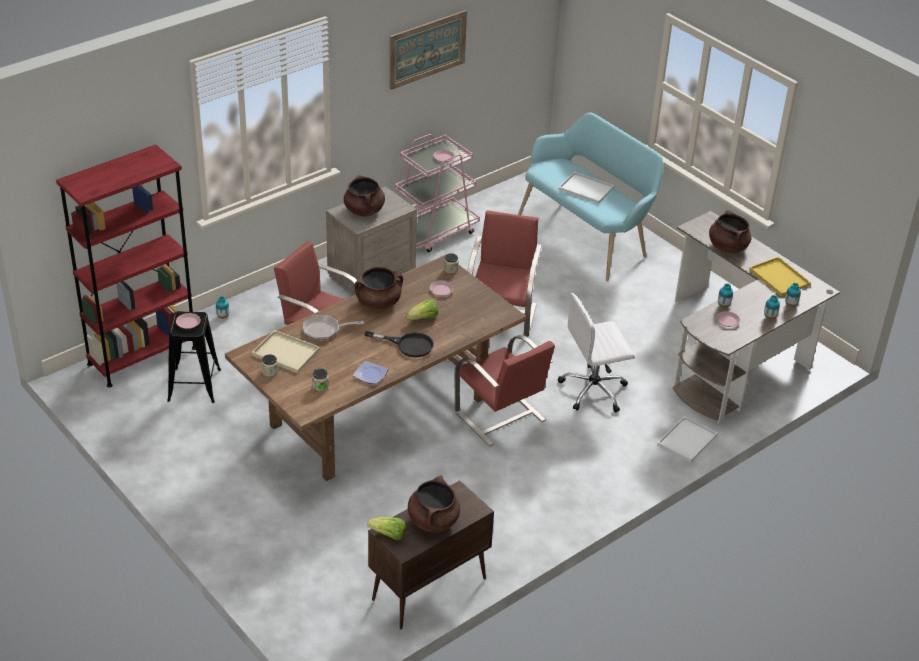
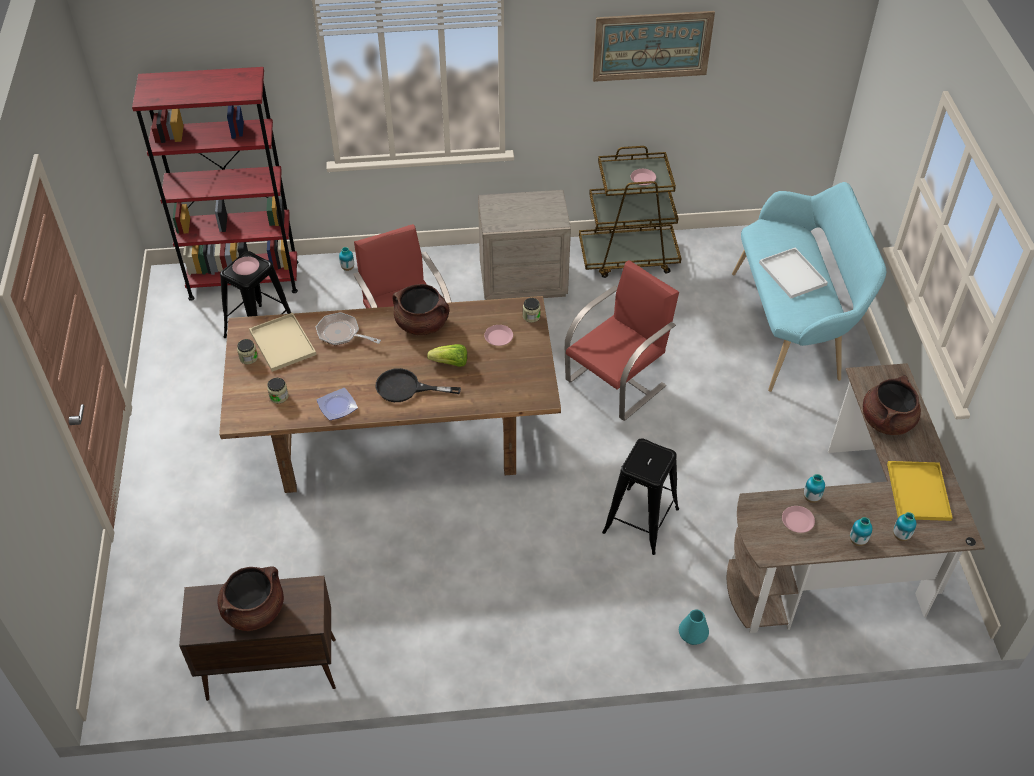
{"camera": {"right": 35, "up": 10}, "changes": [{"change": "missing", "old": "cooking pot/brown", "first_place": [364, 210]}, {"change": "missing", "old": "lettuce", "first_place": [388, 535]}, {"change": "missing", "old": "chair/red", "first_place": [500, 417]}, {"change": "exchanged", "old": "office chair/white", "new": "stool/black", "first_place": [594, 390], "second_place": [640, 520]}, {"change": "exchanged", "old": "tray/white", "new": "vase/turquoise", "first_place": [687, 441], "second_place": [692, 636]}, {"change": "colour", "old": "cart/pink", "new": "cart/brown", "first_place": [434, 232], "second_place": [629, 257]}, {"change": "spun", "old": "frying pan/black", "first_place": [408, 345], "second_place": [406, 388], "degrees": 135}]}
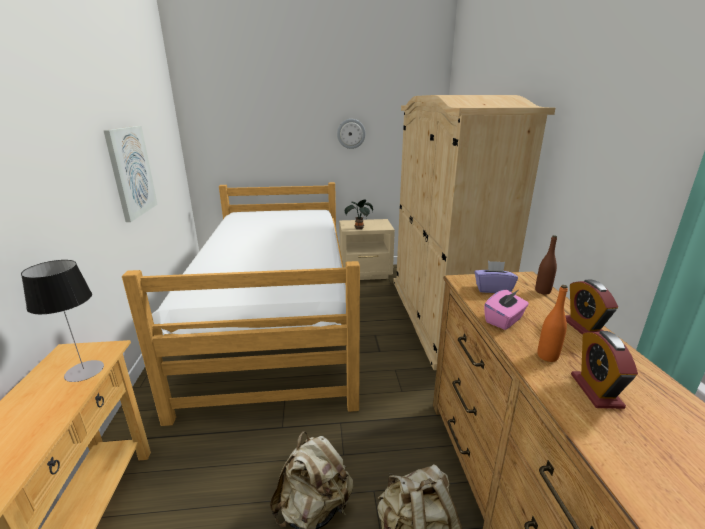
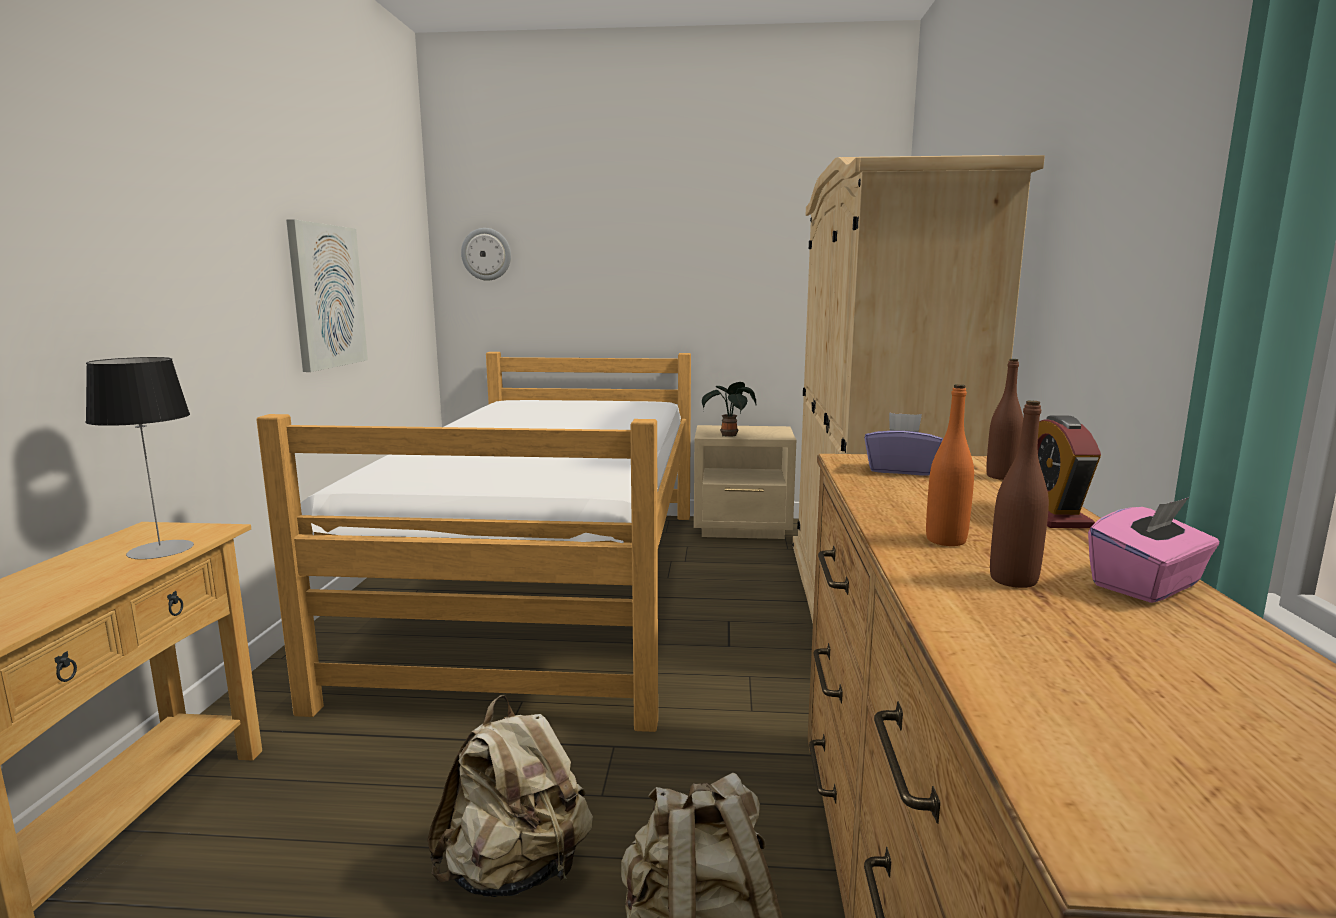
{"camera": {"right": 10, "up": -10}, "changes": [{"change": "relocated", "old": "wall clock", "first_place": [351, 133], "second_place": [486, 254]}, {"change": "relocated", "old": "tissue box/pink", "first_place": [504, 320], "second_place": [1147, 585]}, {"change": "exchanged", "old": "alarm clock", "new": "bottle/brown", "first_place": [596, 391], "second_place": [1013, 580]}]}
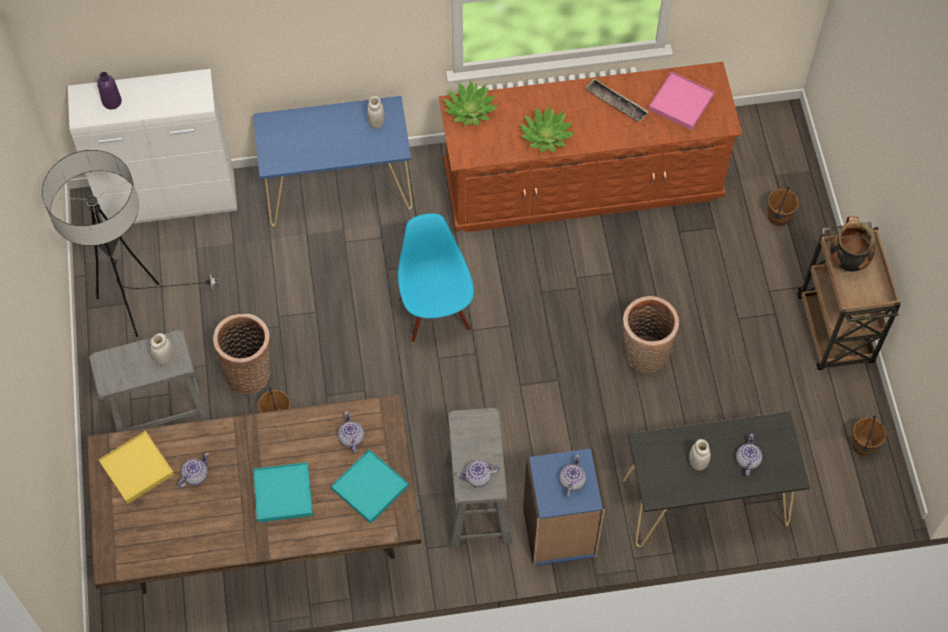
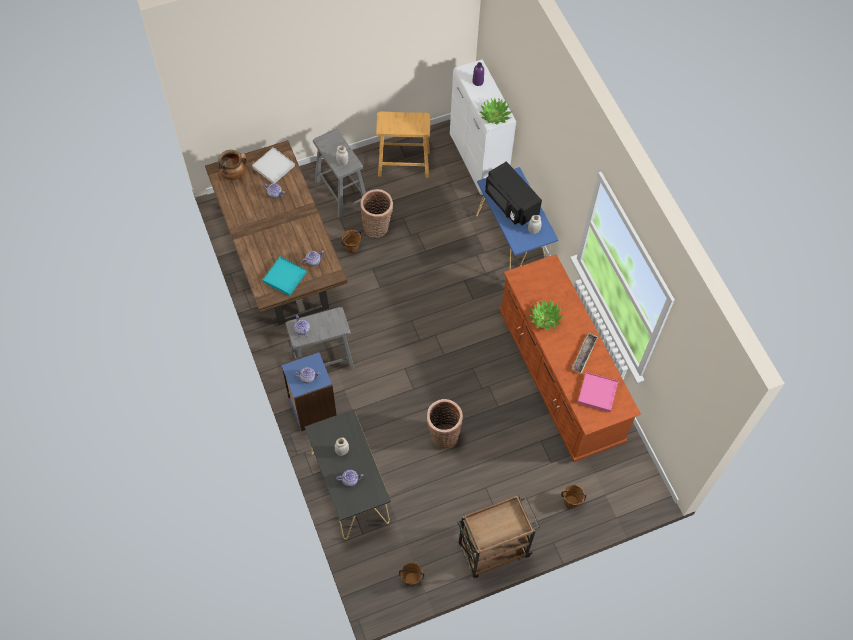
{"camera": {"right": 75, "up": 0}, "changes": [{"change": "missing", "old": "tray/turquoise", "first_place": [283, 493]}, {"change": "missing", "old": "chair/blue", "first_place": [436, 314]}, {"change": "appeared", "new": "microwave/black", "second_place": [510, 203]}, {"change": "relocated", "old": "potted plant", "first_place": [470, 110], "second_place": [495, 115]}, {"change": "relocated", "old": "cooking pot", "first_place": [847, 260], "second_place": [234, 174]}, {"change": "exchanged", "old": "floor lamp", "new": "stool/beige", "first_place": [136, 307], "second_place": [404, 163]}, {"change": "colour", "old": "tray/yellow", "new": "tray/white", "first_place": [136, 468], "second_place": [273, 166]}]}
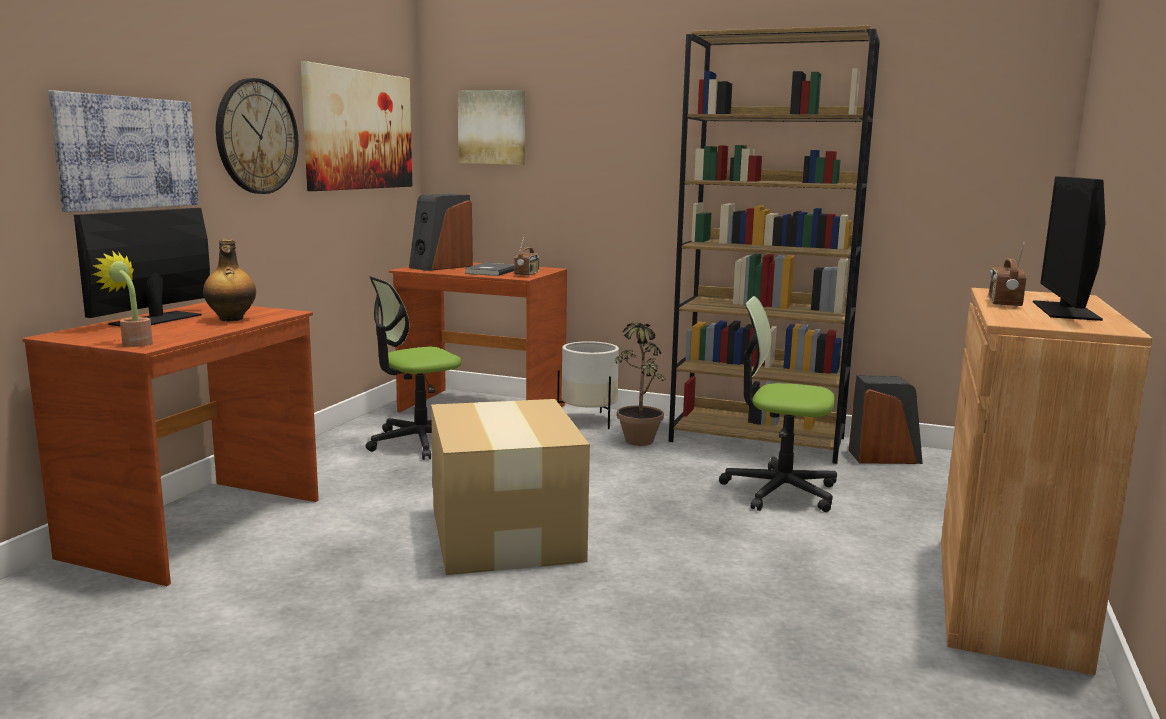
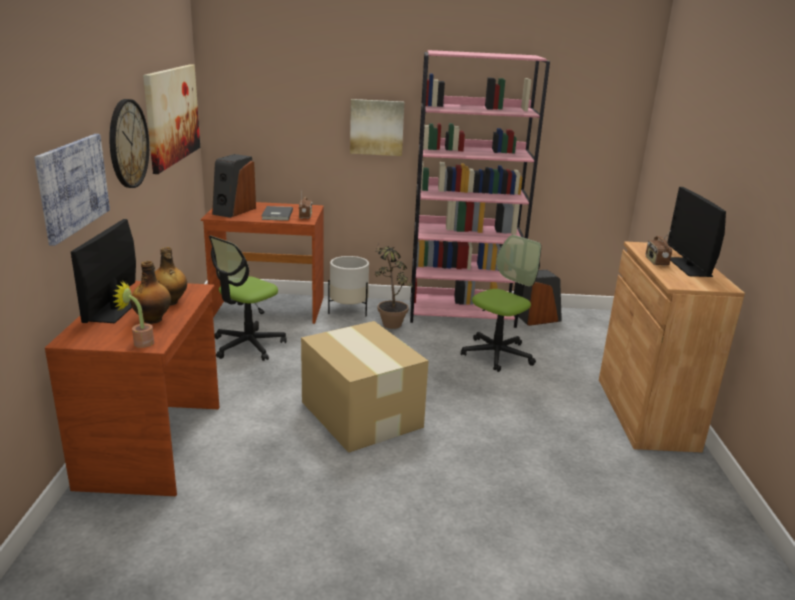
{"camera": {"right": -20, "up": 10}, "changes": [{"change": "appeared", "new": "bottle", "second_place": [153, 319]}, {"change": "relocated", "old": "picture", "first_place": [492, 127], "second_place": [377, 127]}, {"change": "colour", "old": "bookcase/brown", "new": "bookcase/pink", "first_place": [758, 440], "second_place": [462, 314]}, {"change": "spun", "old": "office chair", "first_place": [780, 491], "second_place": [497, 354], "degrees": 135}]}
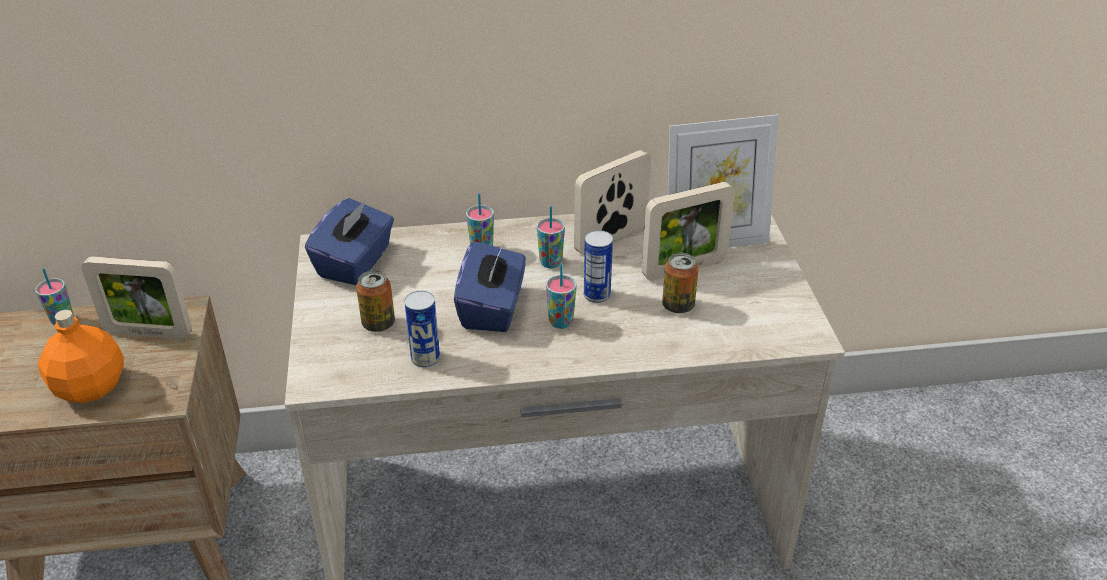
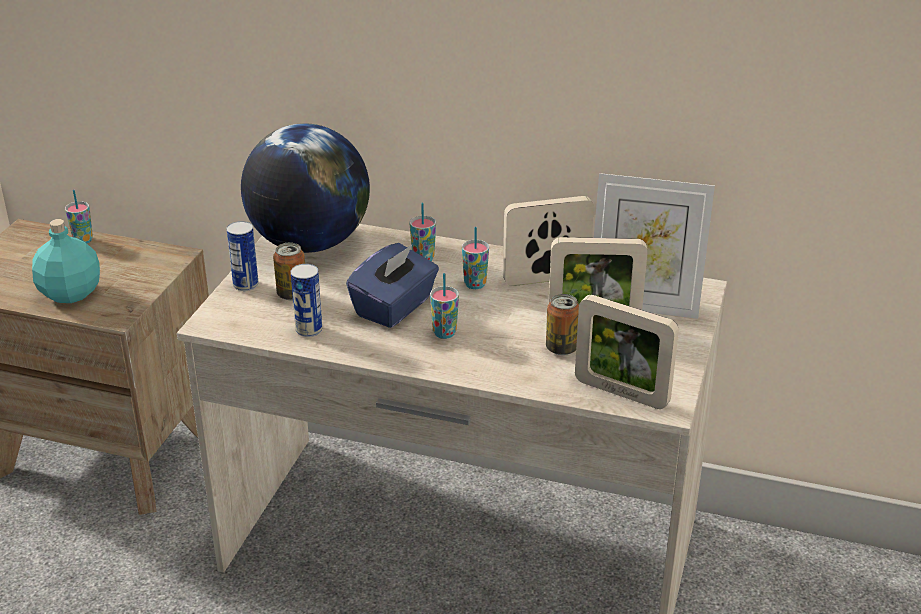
{"camera": {"right": 25, "up": -5}, "changes": [{"change": "relocated", "old": "picture frame", "first_place": [148, 333], "second_place": [621, 393]}, {"change": "relocated", "old": "can", "first_place": [596, 295], "second_place": [246, 285]}, {"change": "exchanged", "old": "tissue box/blue", "new": "globe", "first_place": [355, 263], "second_place": [309, 244]}, {"change": "colour", "old": "bottle/orange", "new": "bottle/turquoise", "first_place": [91, 388], "second_place": [70, 294]}]}
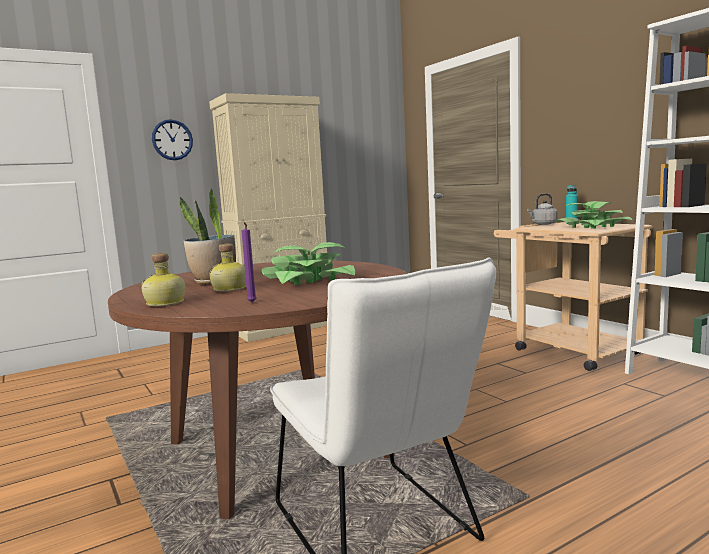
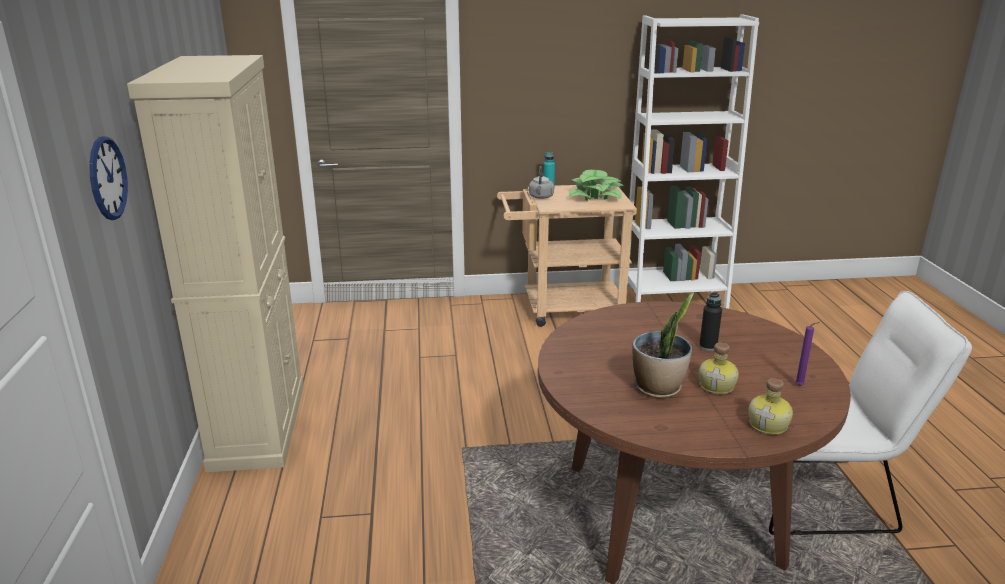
{"camera": {"right": -65, "up": 15}, "changes": [{"change": "exchanged", "old": "potted plant", "new": "bottle/black", "first_place": [308, 280], "second_place": [708, 346]}]}
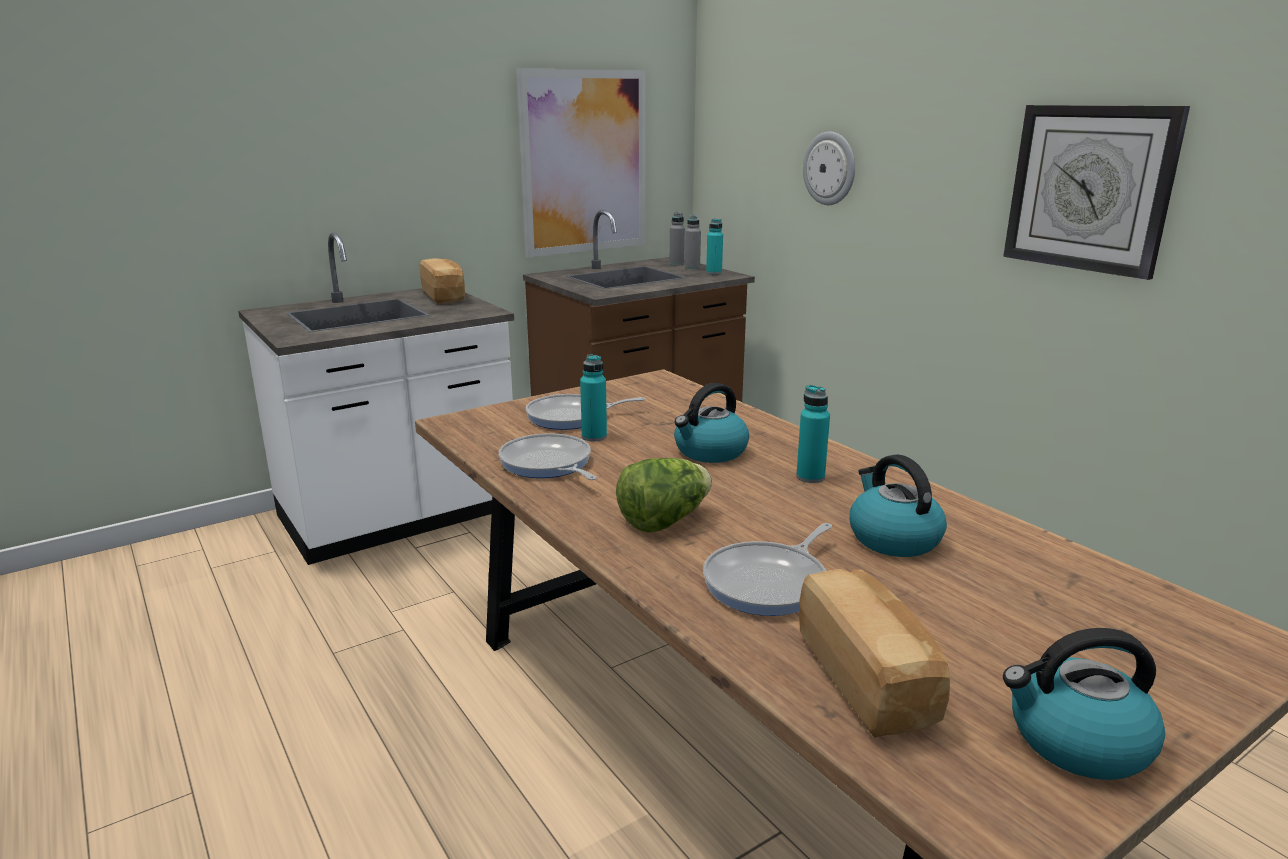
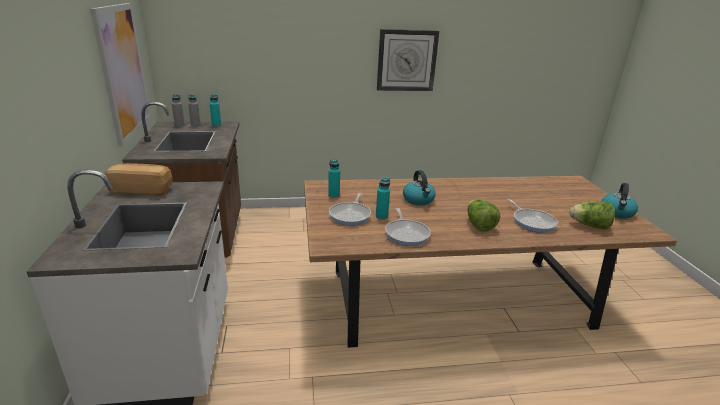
{"camera": {"right": -65, "up": 5}, "changes": [{"change": "missing", "old": "wall clock", "first_place": [830, 168]}, {"change": "missing", "old": "kettle", "first_place": [892, 538]}, {"change": "relocated", "old": "bottle/turquoise", "first_place": [810, 477], "second_place": [334, 195]}, {"change": "exchanged", "old": "bread", "new": "lettuce", "first_place": [867, 679], "second_place": [589, 226]}, {"change": "spun", "old": "frying pan", "first_place": [548, 464], "second_place": [406, 234], "degrees": -90}]}
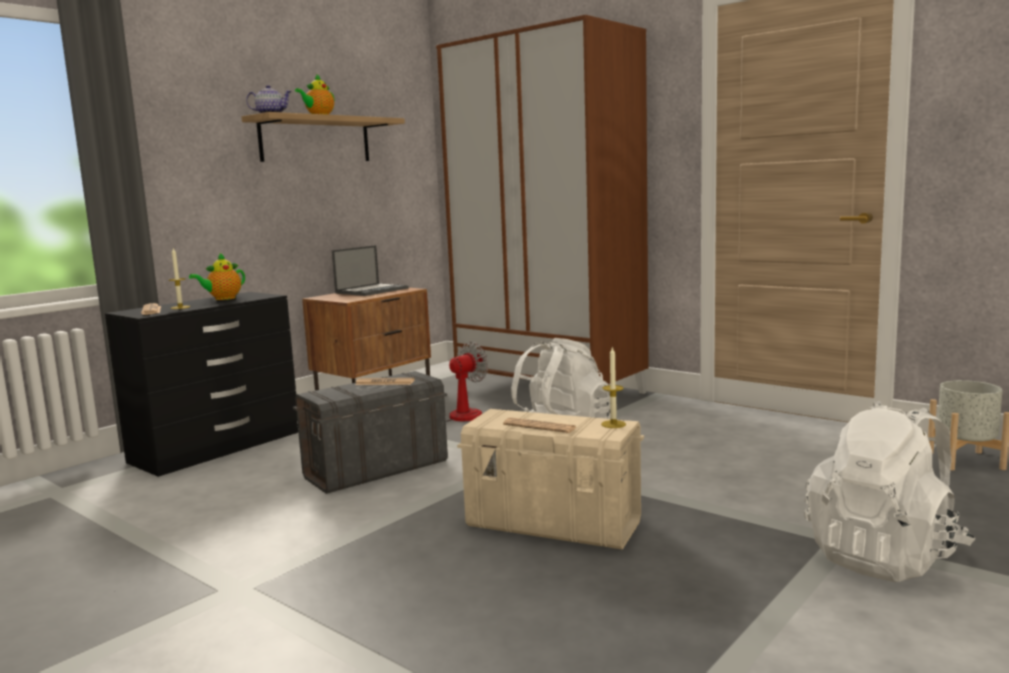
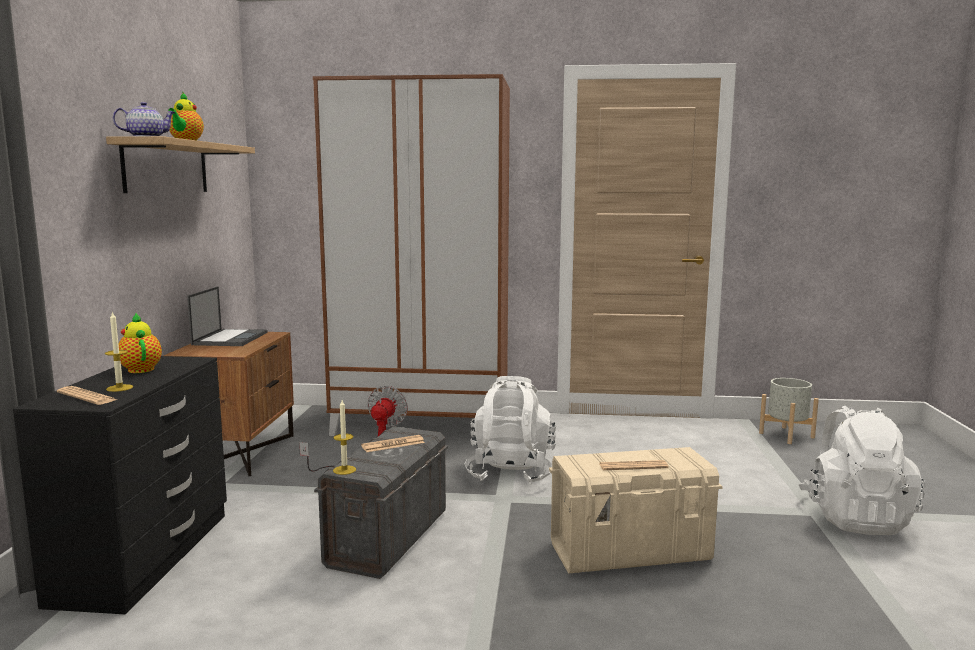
{"camera": {"right": -35, "up": 0}, "changes": [{"change": "relocated", "old": "candle", "first_place": [613, 424], "second_place": [344, 470]}, {"change": "spun", "old": "teapot", "first_place": [223, 298], "second_place": [140, 369], "degrees": 135}]}
